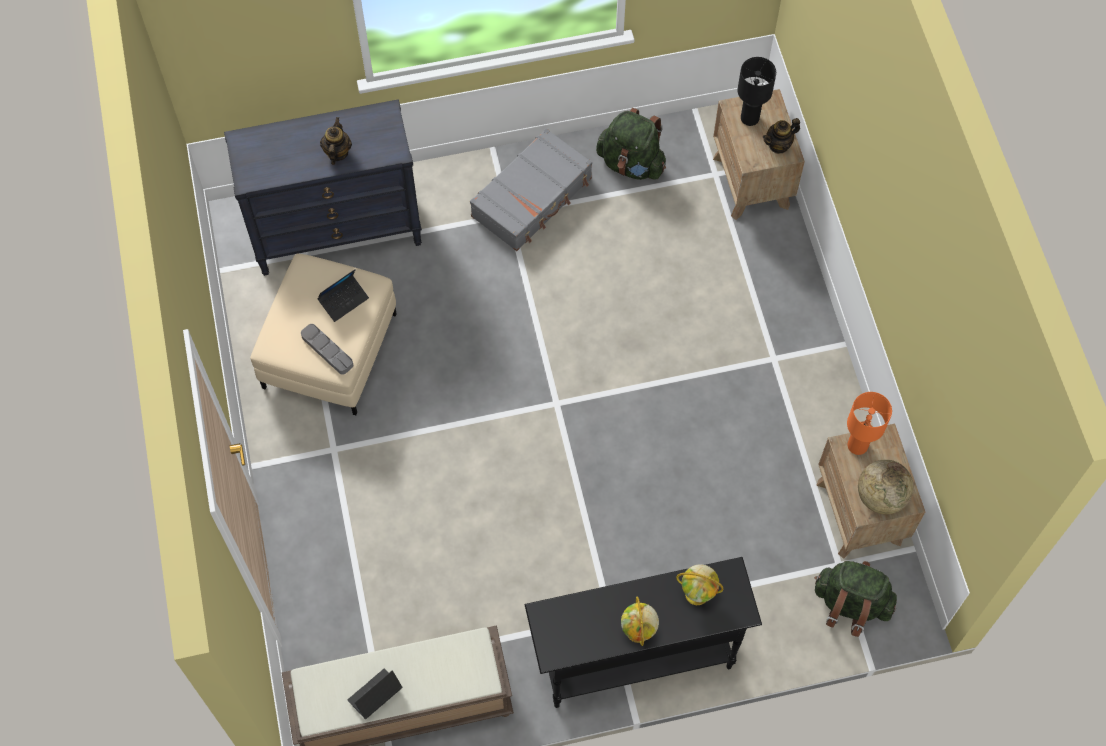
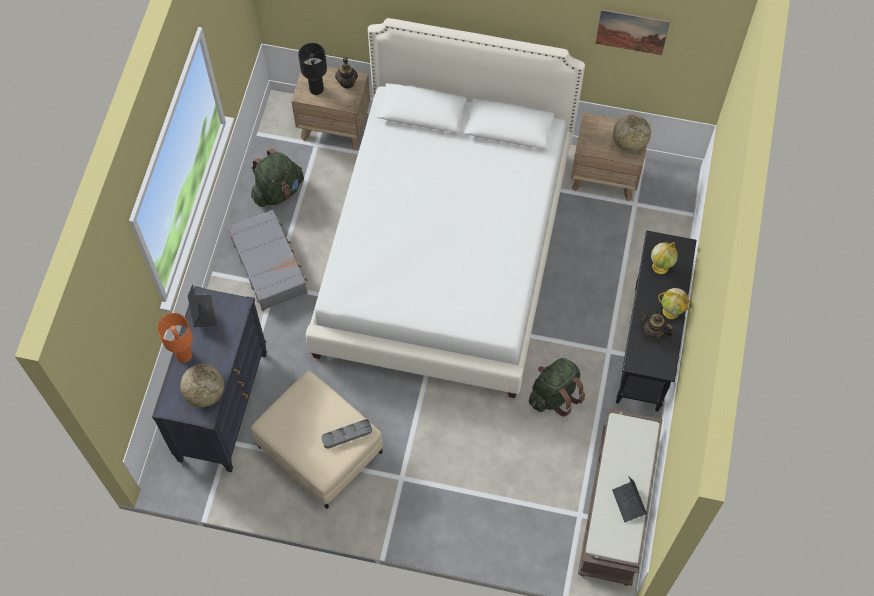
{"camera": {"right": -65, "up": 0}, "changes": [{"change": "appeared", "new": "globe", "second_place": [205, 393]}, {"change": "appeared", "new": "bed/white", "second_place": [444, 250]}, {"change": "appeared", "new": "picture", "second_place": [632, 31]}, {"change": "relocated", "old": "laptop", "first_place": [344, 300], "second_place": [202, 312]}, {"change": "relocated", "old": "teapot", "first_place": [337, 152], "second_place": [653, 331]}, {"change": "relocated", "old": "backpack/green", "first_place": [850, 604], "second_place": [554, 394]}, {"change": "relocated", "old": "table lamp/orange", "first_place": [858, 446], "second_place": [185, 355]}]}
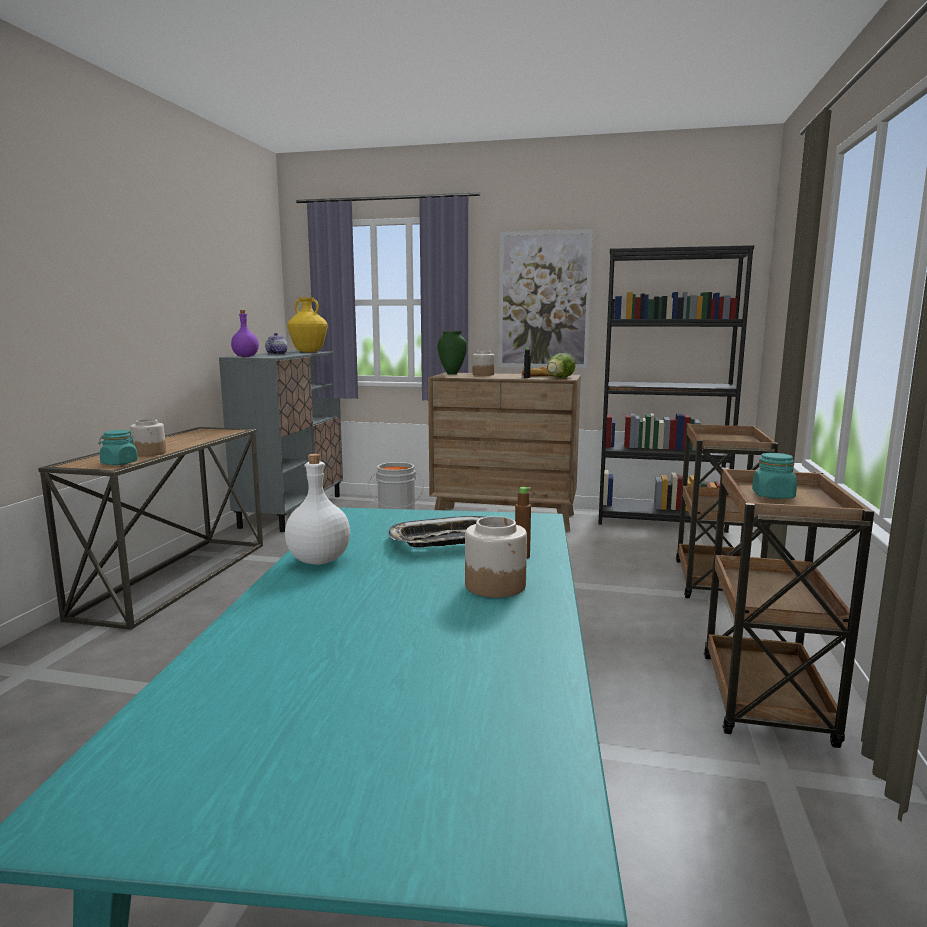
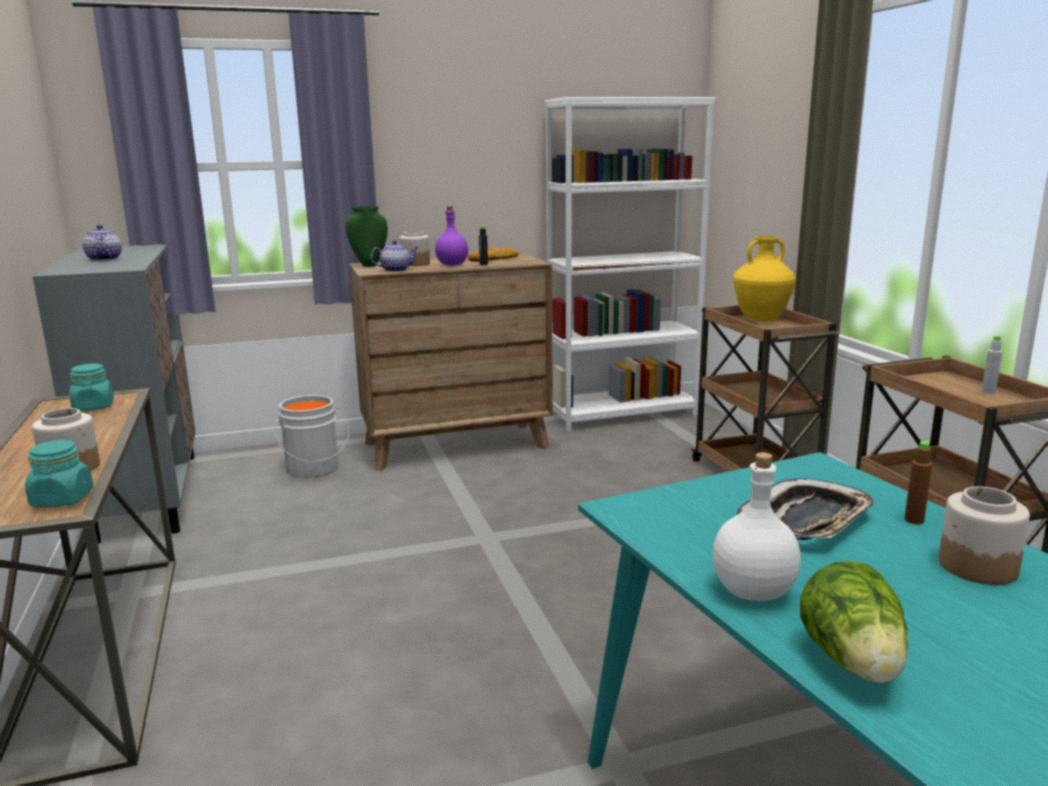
{"camera": {"right": -30, "up": 5}, "changes": [{"change": "missing", "old": "picture", "first_place": [544, 300]}, {"change": "appeared", "new": "teapot", "second_place": [396, 270]}, {"change": "appeared", "new": "bottle/grey", "second_place": [988, 392]}, {"change": "relocated", "old": "bottle/purple", "first_place": [245, 356], "second_place": [451, 265]}, {"change": "relocated", "old": "vase/yellow", "first_place": [309, 352], "second_place": [761, 319]}, {"change": "relocated", "old": "lettuce", "first_place": [559, 378], "second_place": [854, 663]}, {"change": "relocated", "old": "jar/turquoise", "first_place": [773, 496], "second_place": [94, 407]}, {"change": "colour", "old": "bookcase/black", "new": "bookcase/white", "first_place": [660, 521], "second_place": [622, 414]}]}
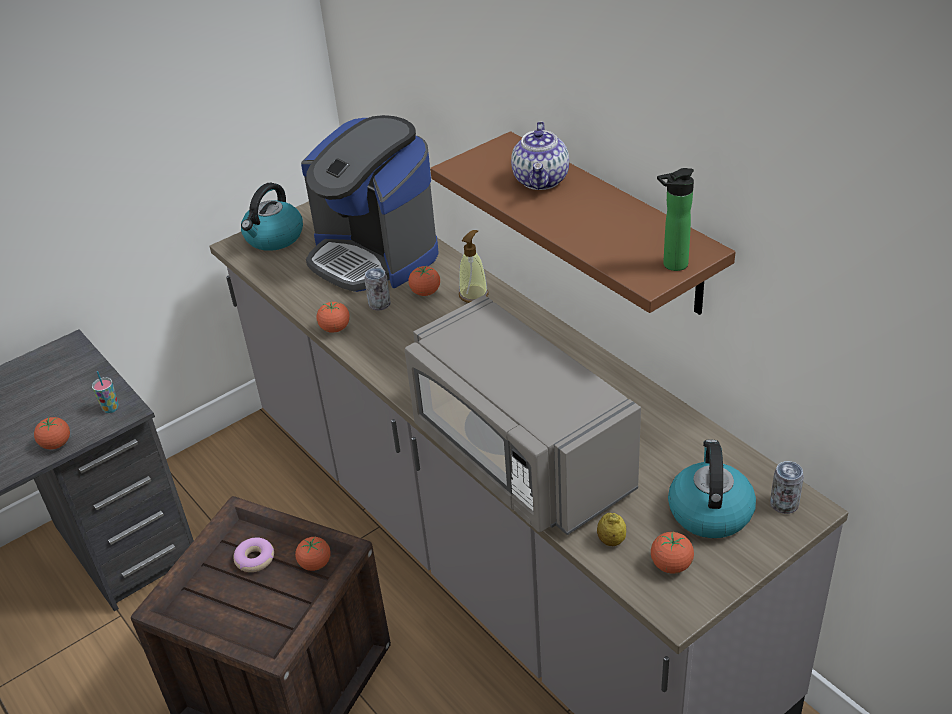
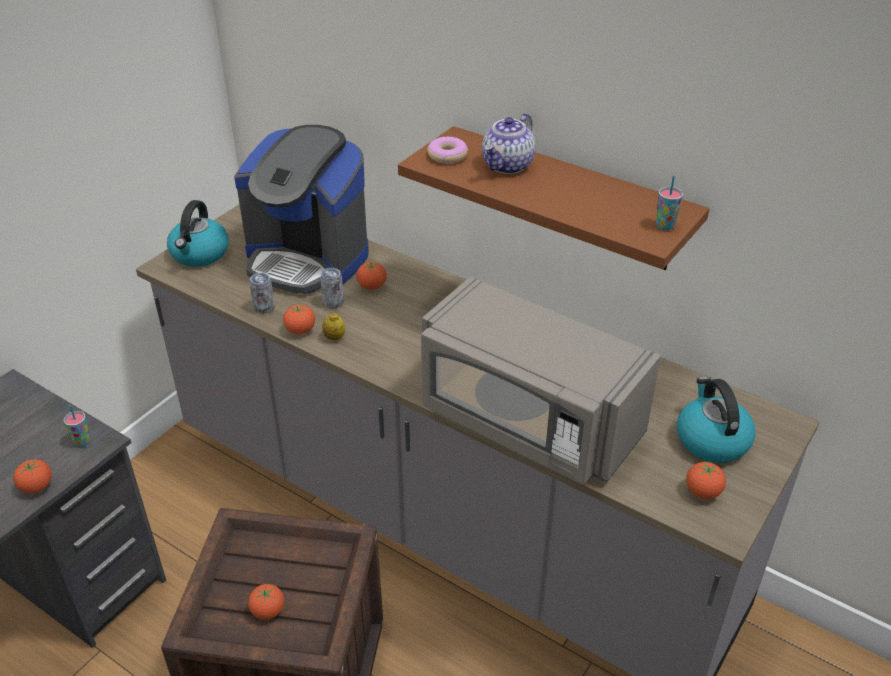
{"camera": {"right": -20, "up": 0}, "changes": [{"change": "missing", "old": "soap dispenser", "first_place": [473, 294]}, {"change": "relocated", "old": "donut", "first_place": [255, 559], "second_place": [447, 156]}, {"change": "relocated", "old": "tomato", "first_place": [315, 564], "second_place": [268, 611]}, {"change": "relocated", "old": "lemon", "first_place": [611, 541], "second_place": [334, 337]}, {"change": "relocated", "old": "can", "first_place": [784, 504], "second_place": [264, 308]}, {"change": "exchanged", "old": "bottle", "new": "cup", "first_place": [672, 265], "second_place": [665, 225]}, {"change": "spun", "old": "teapot", "first_place": [541, 180], "second_place": [508, 165], "degrees": 45}]}
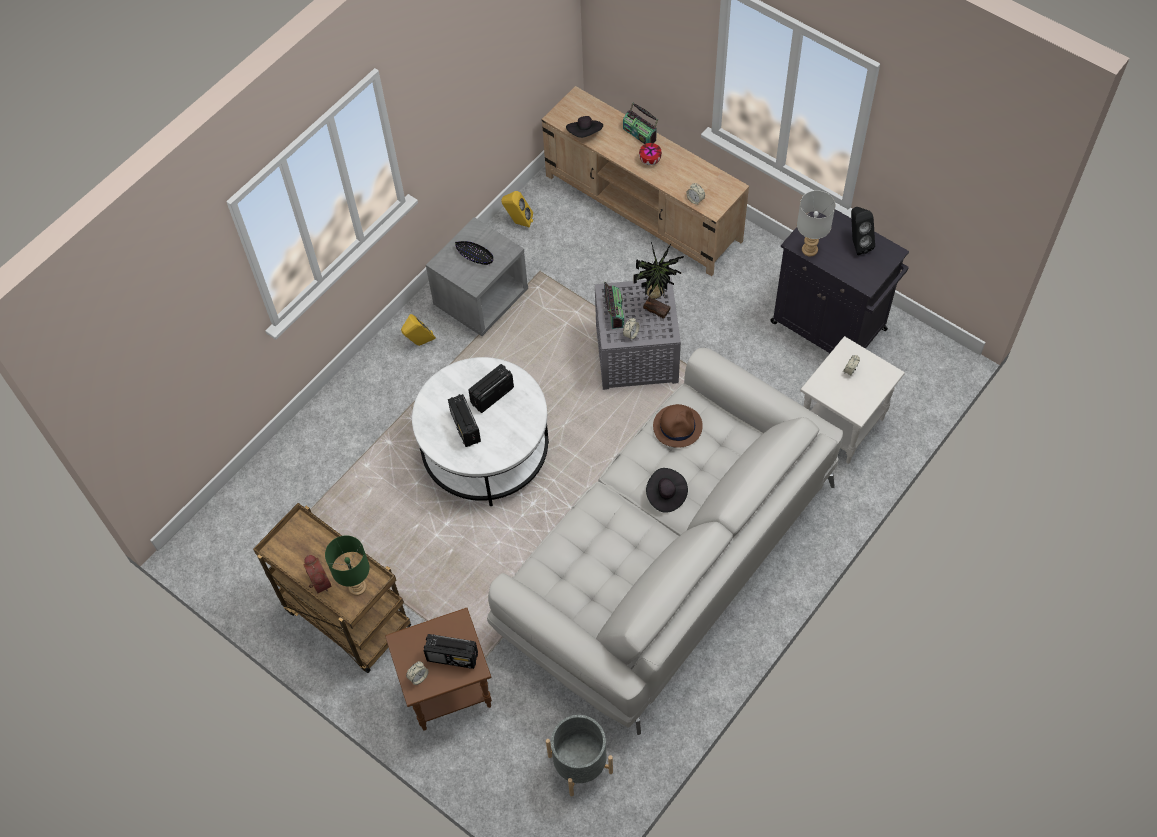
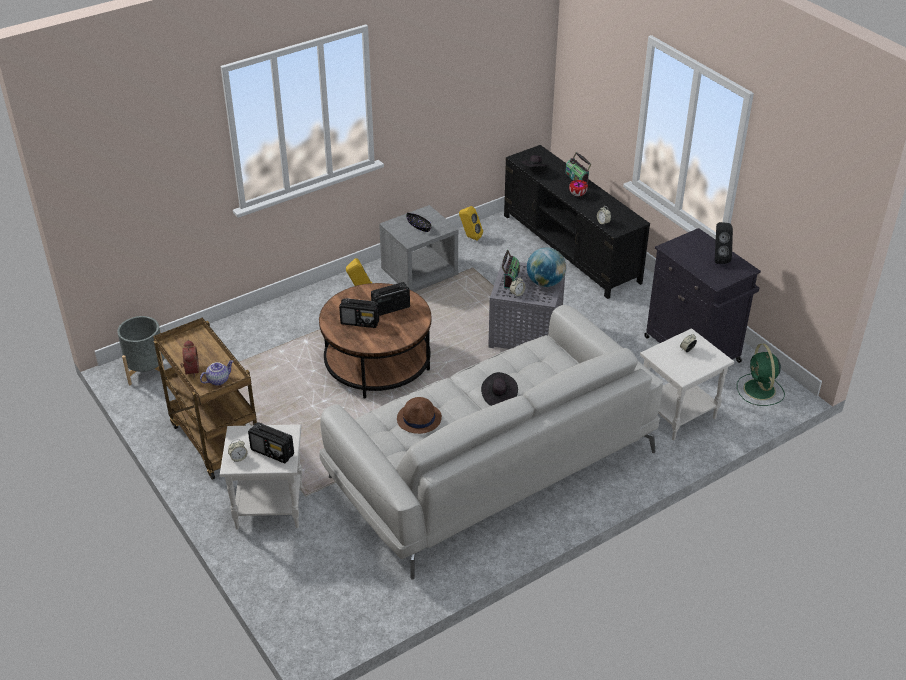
{"camera": {"right": 15, "up": -20}, "changes": [{"change": "missing", "old": "table lamp/grey", "first_place": [809, 249]}, {"change": "appeared", "new": "fan/green", "second_place": [760, 390]}, {"change": "relocated", "old": "planter/grey", "first_place": [580, 764], "second_place": [147, 371]}, {"change": "relocated", "old": "hat/brown", "first_place": [678, 426], "second_place": [419, 418]}, {"change": "exchanged", "old": "table lamp/green", "new": "teapot", "first_place": [356, 587], "second_place": [218, 380]}, {"change": "exchanged", "old": "potted plant", "new": "globe", "first_place": [657, 307], "second_place": [545, 283]}, {"change": "colour", "old": "side table/brown", "new": "side table/white", "first_place": [448, 688], "second_place": [270, 506]}, {"change": "colour", "old": "coffee table/white", "new": "coffee table/brown", "first_place": [485, 450], "second_place": [377, 363]}, {"change": "colour", "old": "tv stand/beige", "new": "tv stand/black", "first_place": [643, 208], "second_place": [571, 249]}, {"change": "spun", "old": "radio", "first_place": [465, 428], "second_place": [360, 322], "degrees": -75}]}
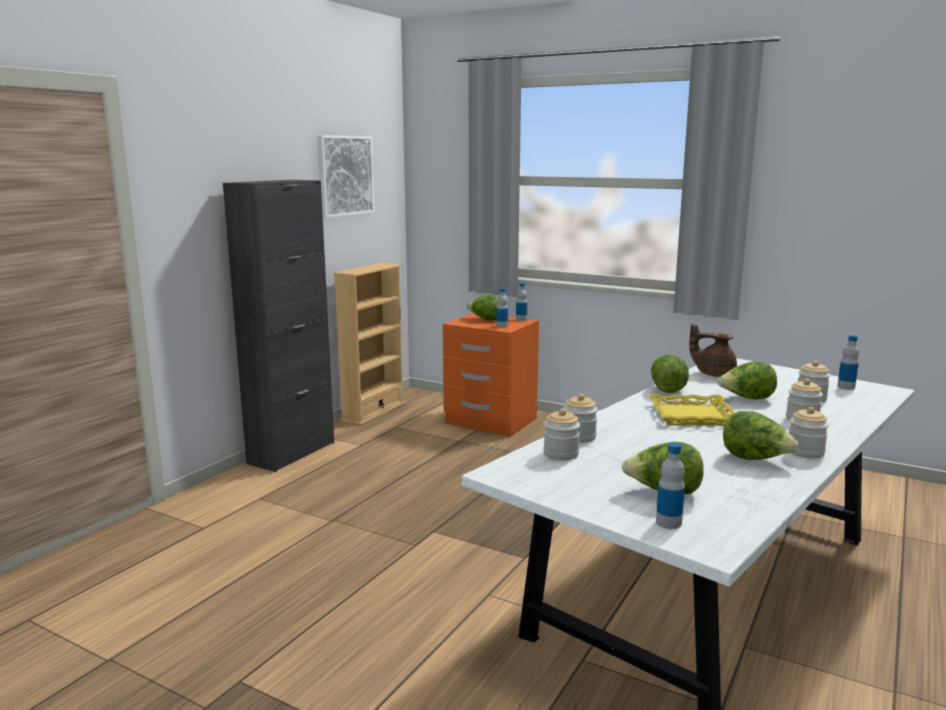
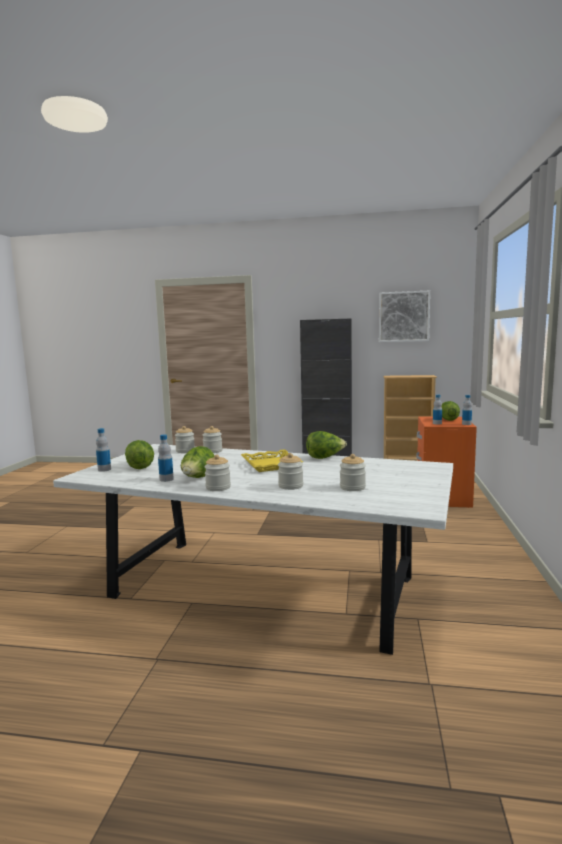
{"camera": {"right": 70, "up": -5}, "changes": [{"change": "missing", "old": "teapot/brown", "first_place": [713, 374]}, {"change": "missing", "old": "lettuce", "first_place": [746, 399]}, {"change": "relocated", "old": "bottle", "first_place": [846, 387], "second_place": [166, 479]}]}
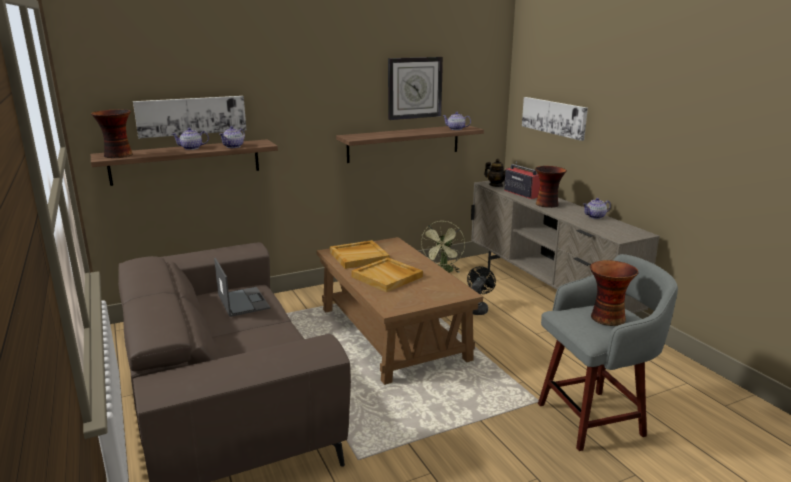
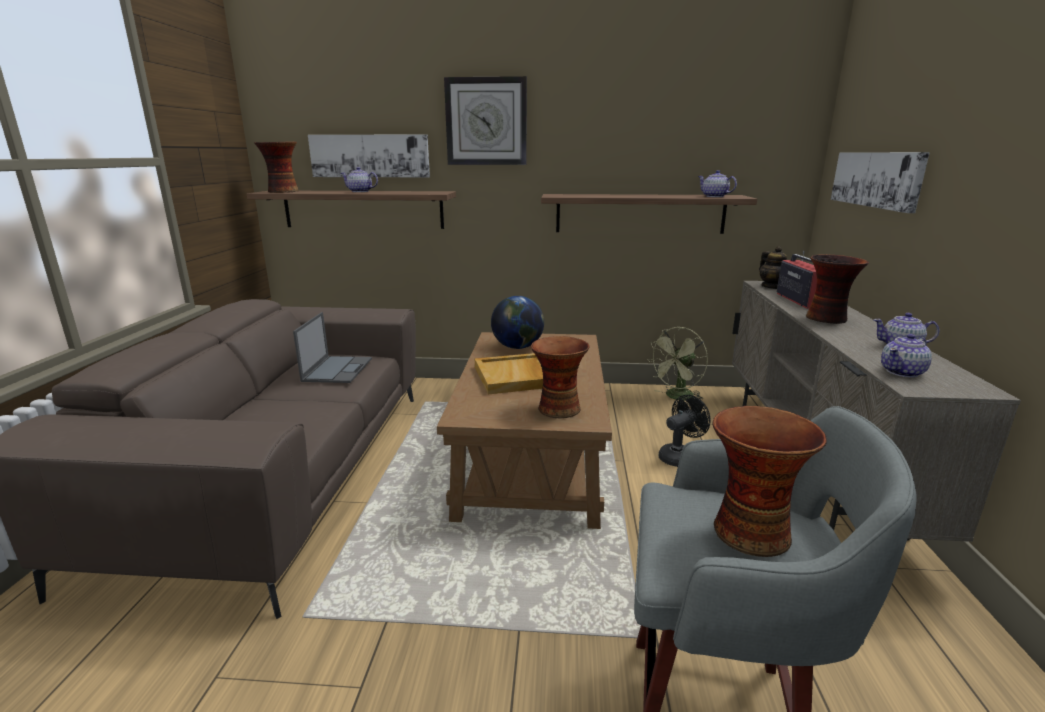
{"camera": {"right": 30, "up": 0}, "changes": [{"change": "appeared", "new": "vase", "second_place": [557, 408]}, {"change": "relocated", "old": "teapot", "first_place": [233, 146], "second_place": [902, 372]}, {"change": "relocated", "old": "wall clock", "first_place": [414, 88], "second_place": [486, 122]}, {"change": "exchanged", "old": "tray/beige", "new": "globe", "first_place": [359, 256], "second_place": [518, 347]}]}
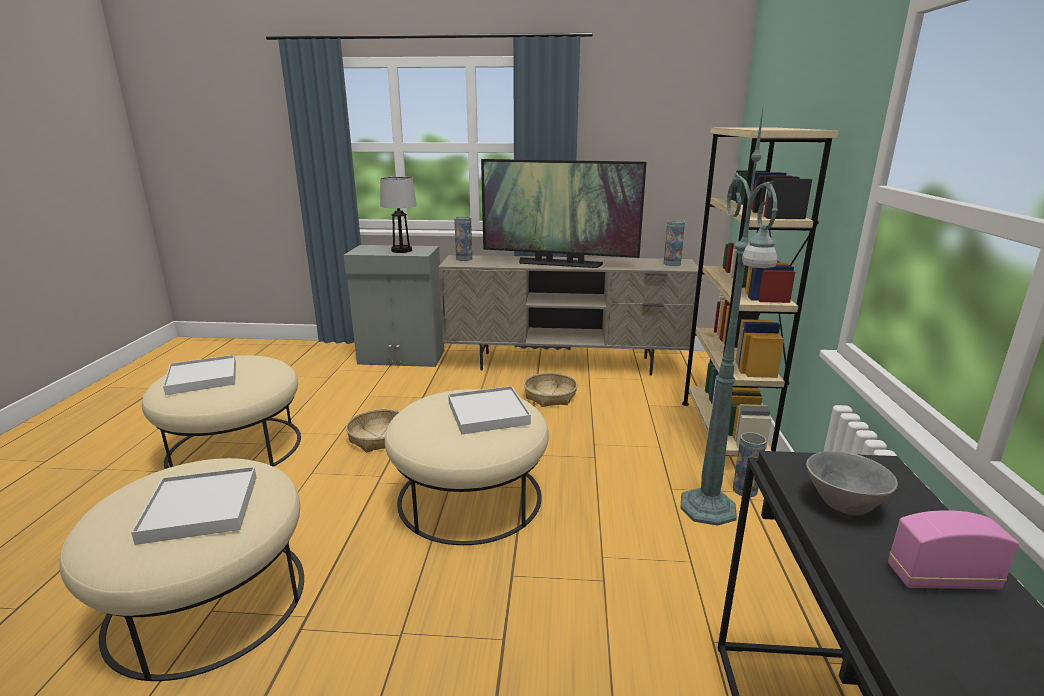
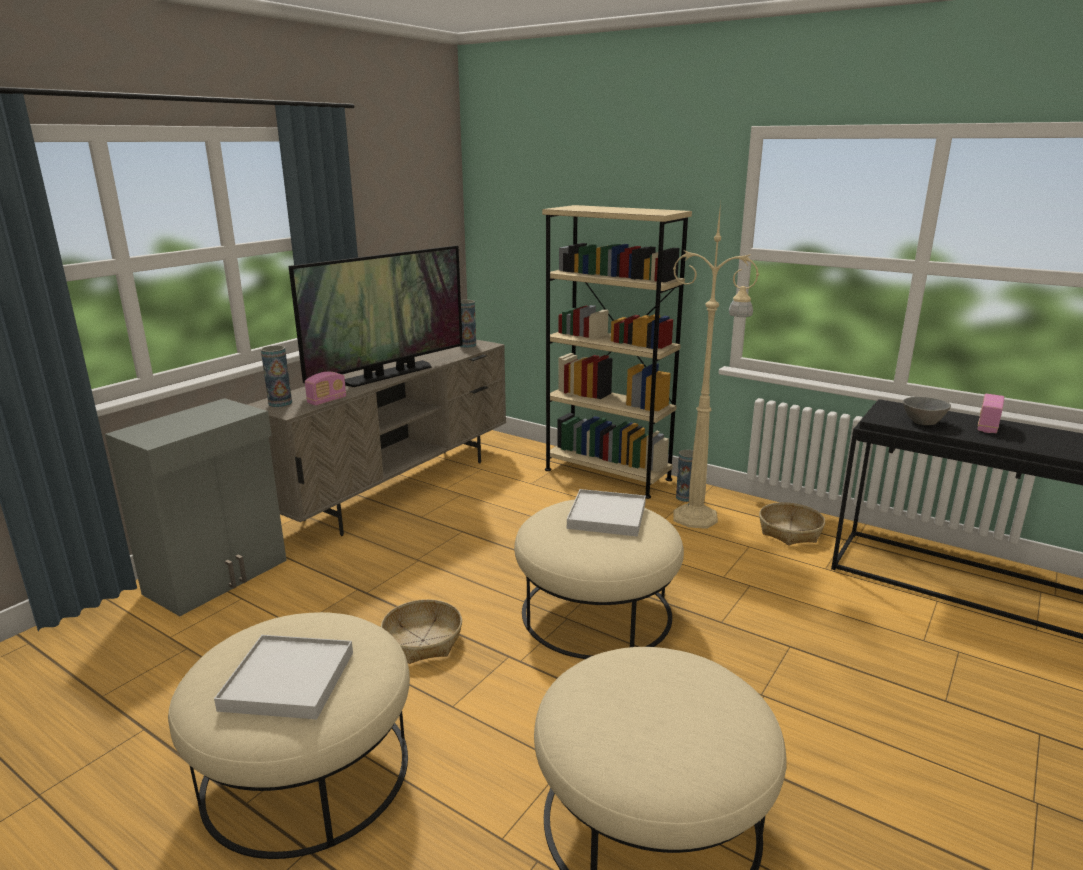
{"camera": {"right": -60, "up": 0}, "changes": [{"change": "missing", "old": "tray/white", "first_place": [201, 508]}, {"change": "missing", "old": "table lamp", "first_place": [402, 250]}, {"change": "appeared", "new": "radio", "second_place": [327, 401]}, {"change": "relocated", "old": "basket", "first_place": [550, 396], "second_place": [790, 531]}, {"change": "colour", "old": "floor lamp/green", "new": "floor lamp/beige", "first_place": [708, 509], "second_place": [697, 518]}]}
